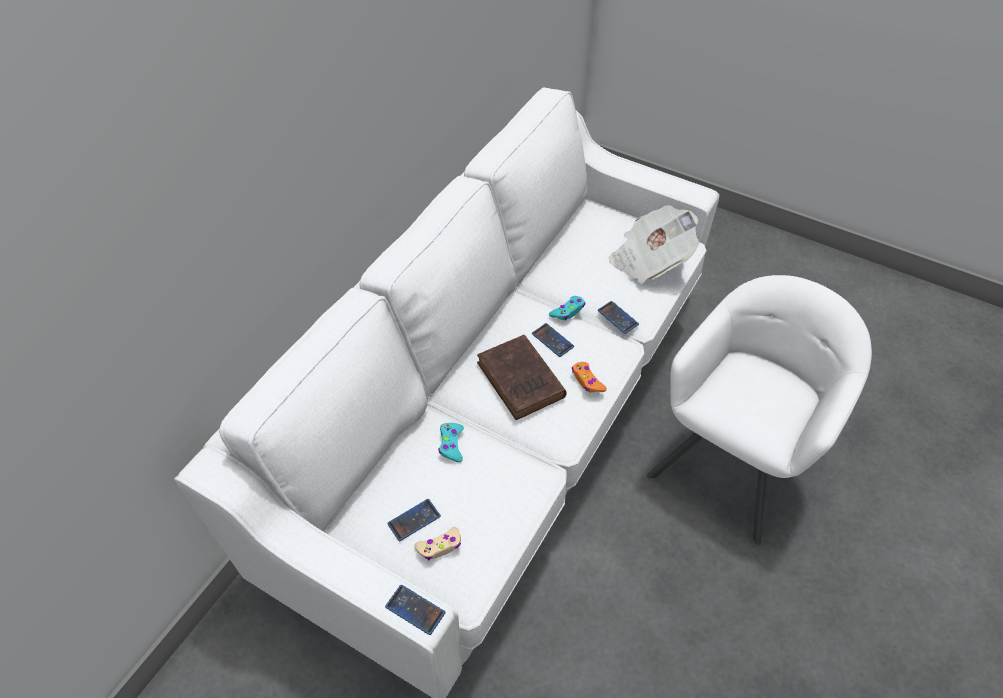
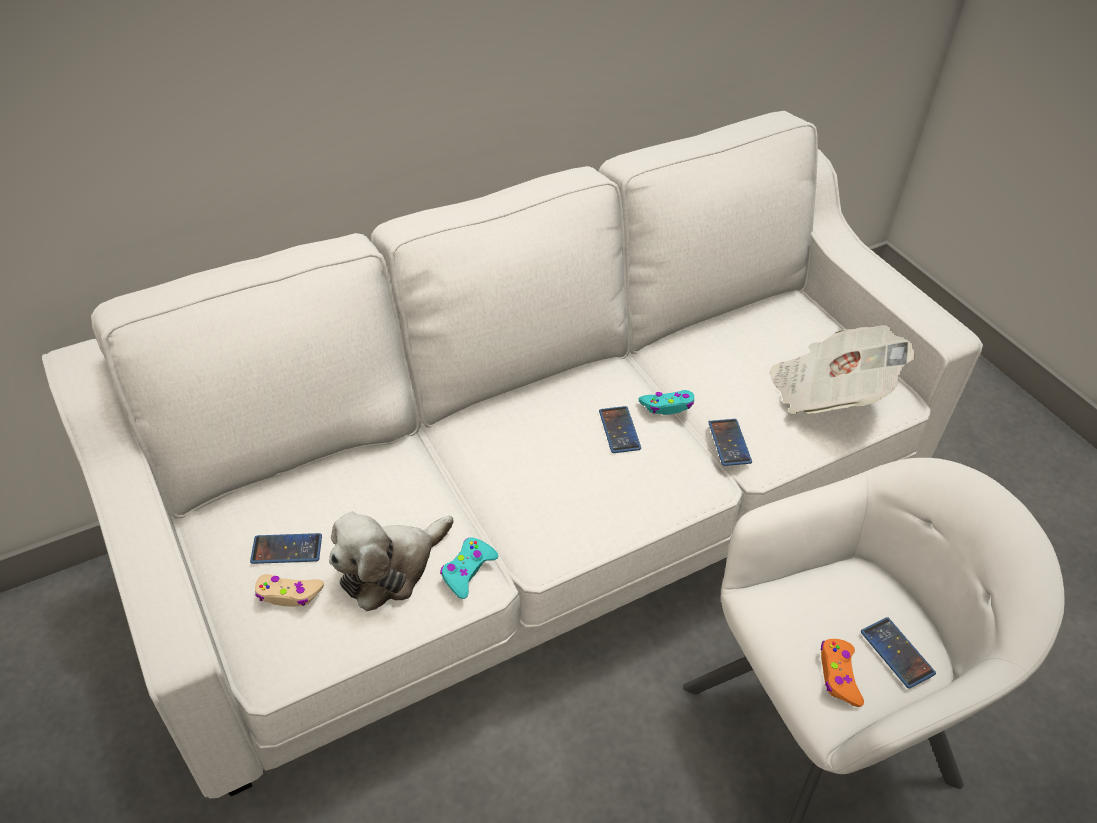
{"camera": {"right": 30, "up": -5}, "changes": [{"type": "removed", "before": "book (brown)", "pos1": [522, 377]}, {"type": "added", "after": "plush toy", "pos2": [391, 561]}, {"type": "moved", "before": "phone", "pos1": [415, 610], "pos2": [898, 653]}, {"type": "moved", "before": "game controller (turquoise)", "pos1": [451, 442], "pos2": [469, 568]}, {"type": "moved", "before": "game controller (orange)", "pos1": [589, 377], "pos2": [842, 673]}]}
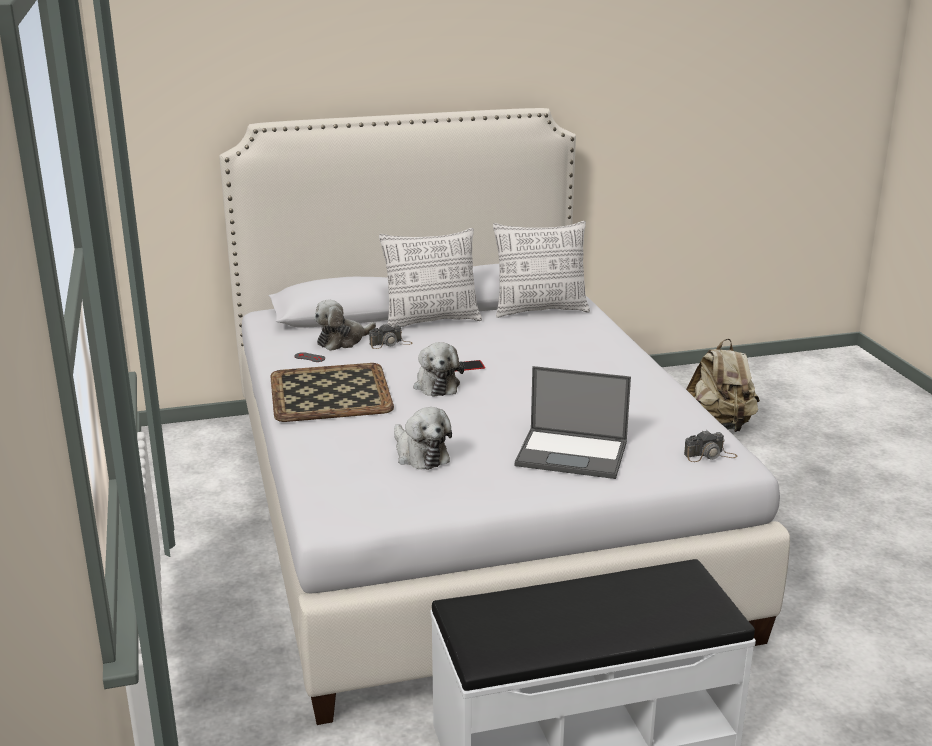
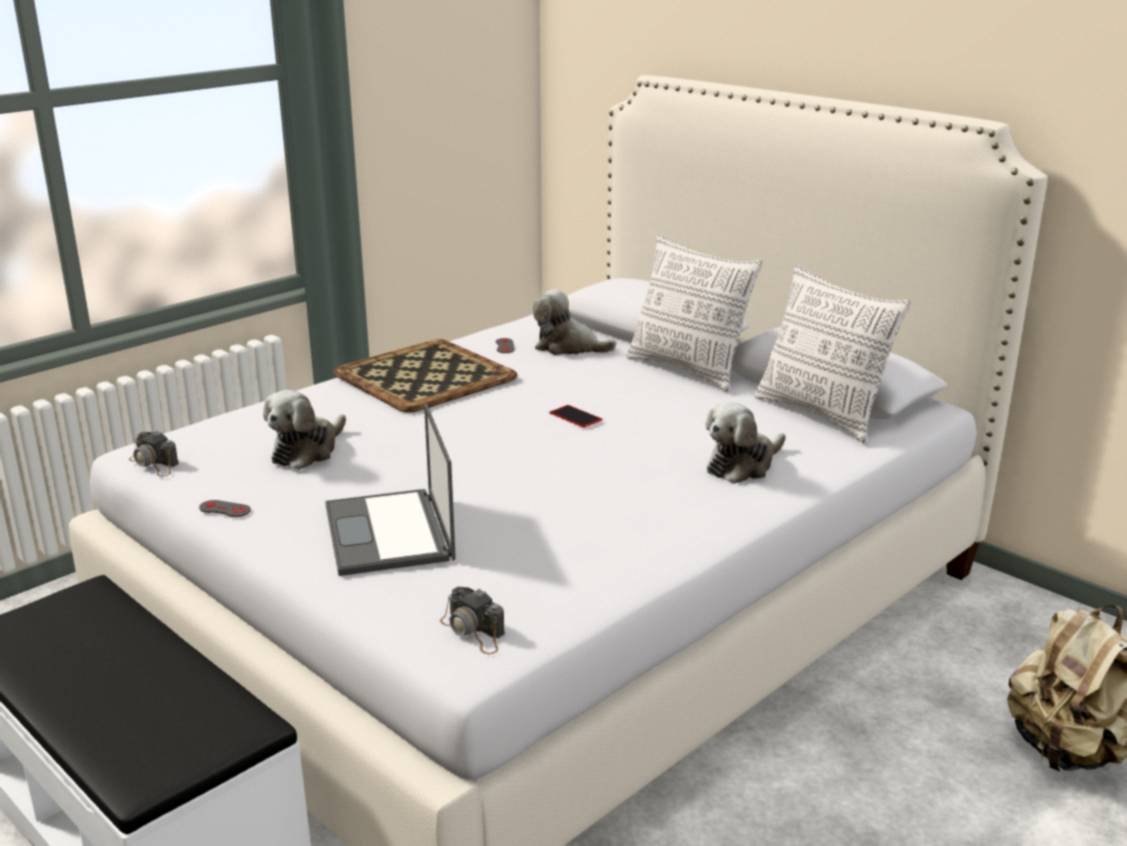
{"camera": {"right": 60, "up": 0}, "changes": [{"type": "added", "after": "game controller (grey)", "pos2": [225, 508]}, {"type": "moved", "before": "photo camera", "pos1": [390, 336], "pos2": [154, 453]}, {"type": "moved", "before": "plush toy", "pos1": [438, 369], "pos2": [746, 443]}]}
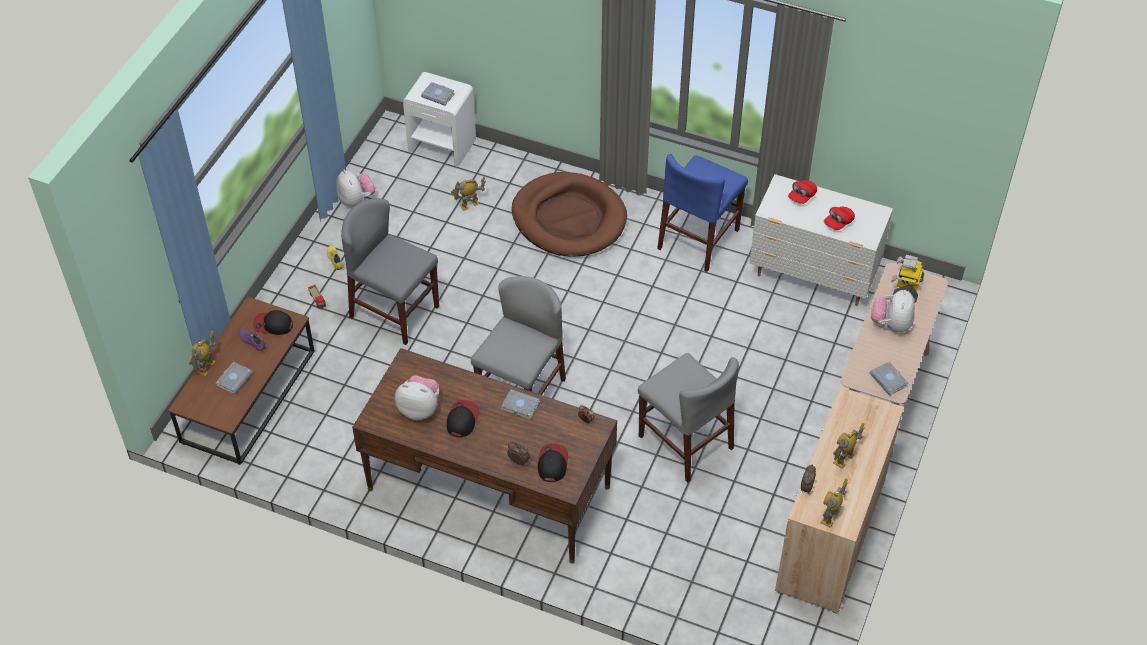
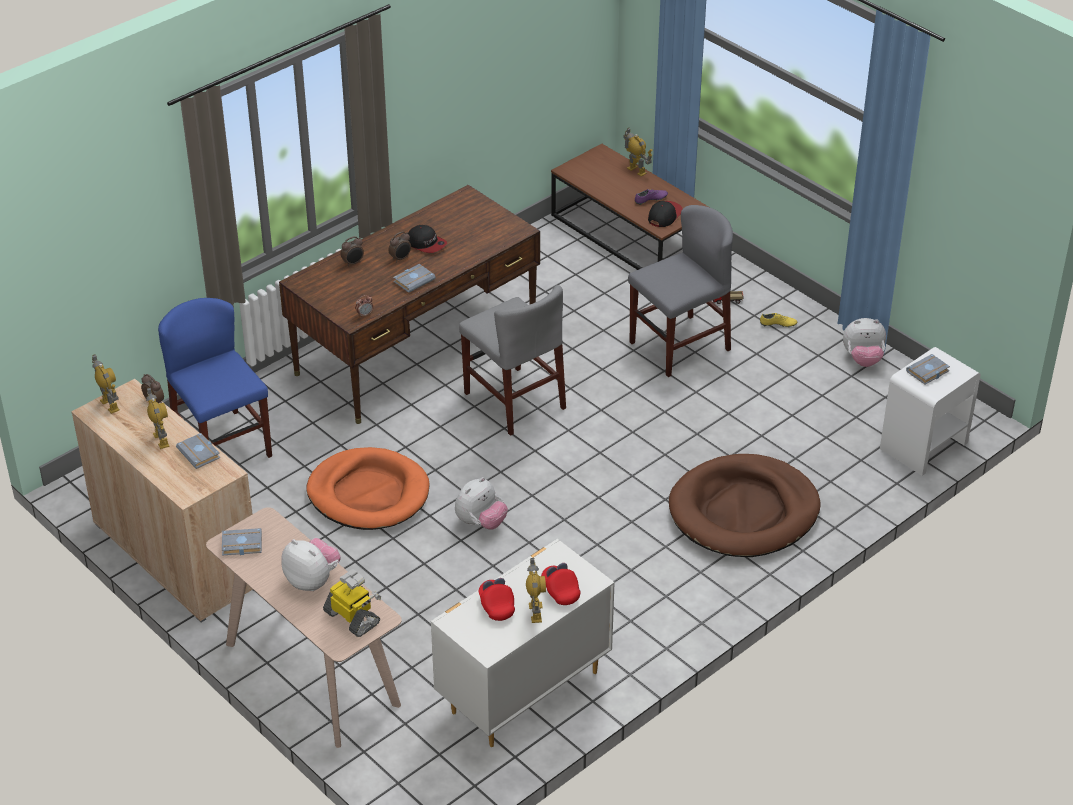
{"camera": {"right": 115, "up": -10}, "changes": [{"type": "removed", "before": "cap", "pos1": [553, 462]}, {"type": "added", "after": "alarm clock", "pos2": [399, 247]}, {"type": "moved", "before": "book (grey)", "pos1": [234, 378], "pos2": [198, 451]}, {"type": "moved", "before": "plush toy", "pos1": [417, 397], "pos2": [481, 503]}, {"type": "moved", "before": "toy robot", "pos1": [468, 194], "pos2": [536, 590]}, {"type": "moved", "before": "chair (blue)", "pos1": [702, 213], "pos2": [215, 378]}, {"type": "replaced", "before": "chair (grey)", "after": "dog bed (orange)", "pos1": [688, 417], "pos2": [367, 488]}]}
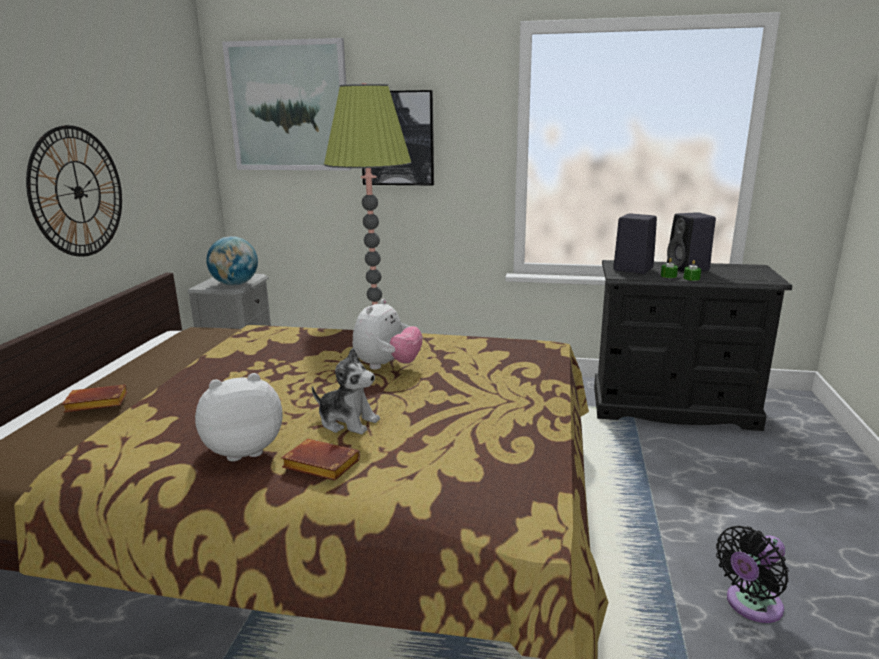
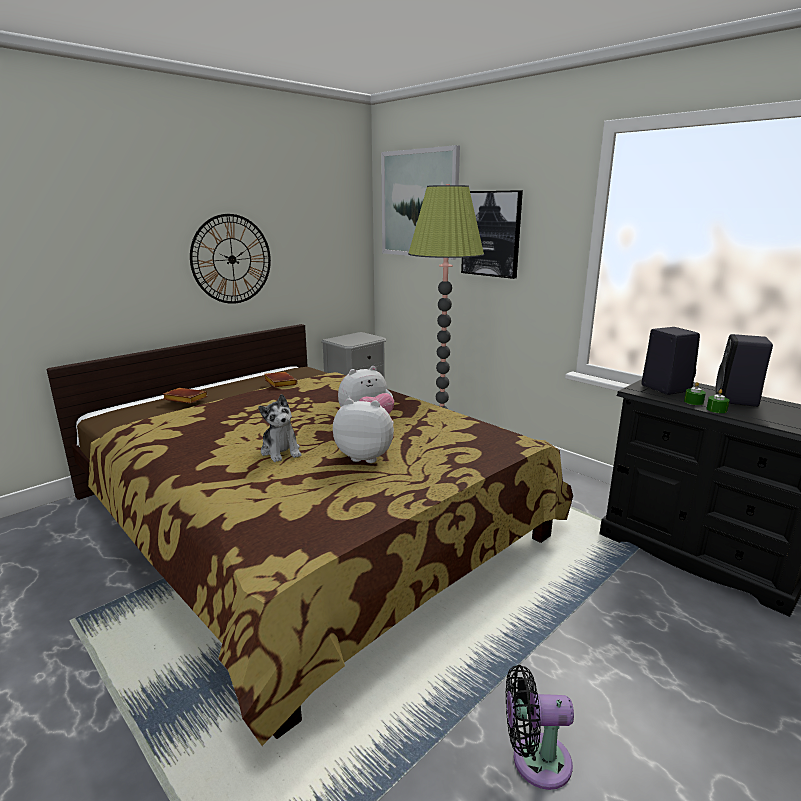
{"camera": {"right": 35, "up": 0}, "changes": [{"type": "removed", "before": "globe", "pos1": [232, 261]}, {"type": "moved", "before": "plush toy", "pos1": [239, 417], "pos2": [363, 431]}, {"type": "moved", "before": "book (brown)", "pos1": [320, 460], "pos2": [281, 379]}]}
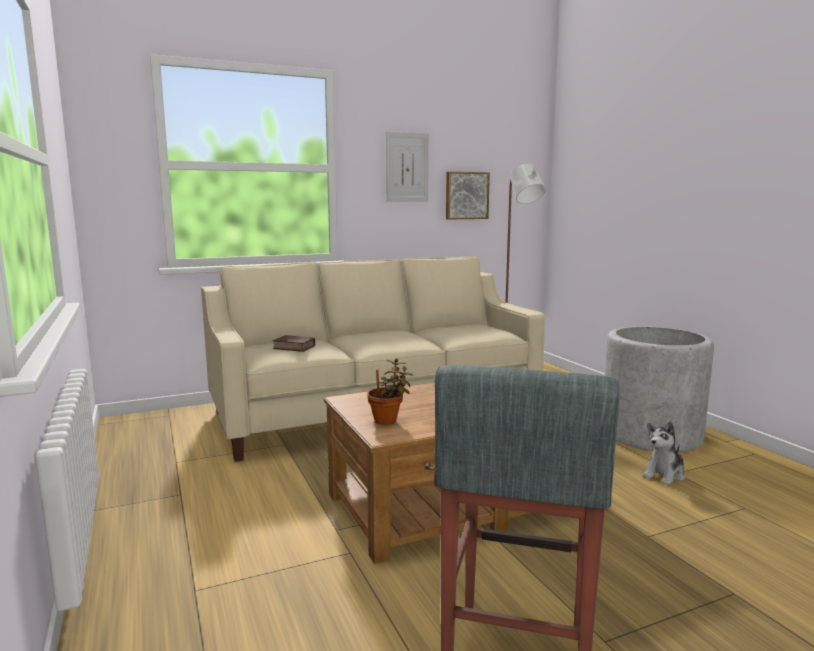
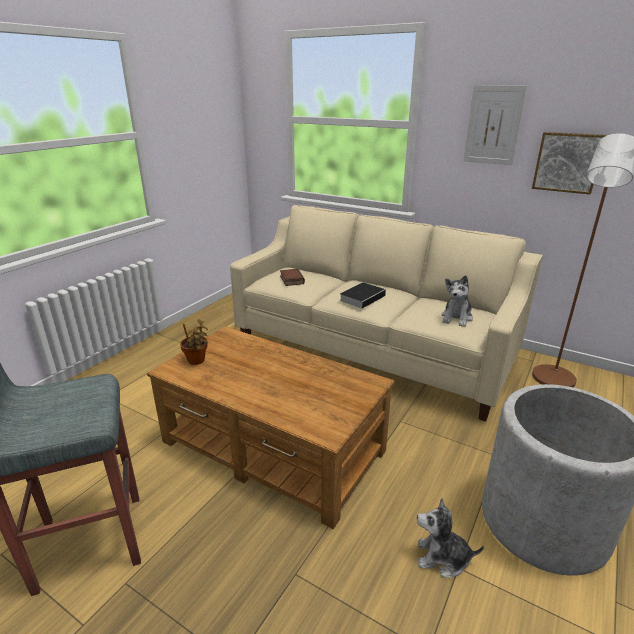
{"camera": {"right": 55, "up": 15}, "changes": [{"type": "added", "after": "book", "pos2": [363, 295]}, {"type": "added", "after": "plush toy", "pos2": [457, 301]}]}
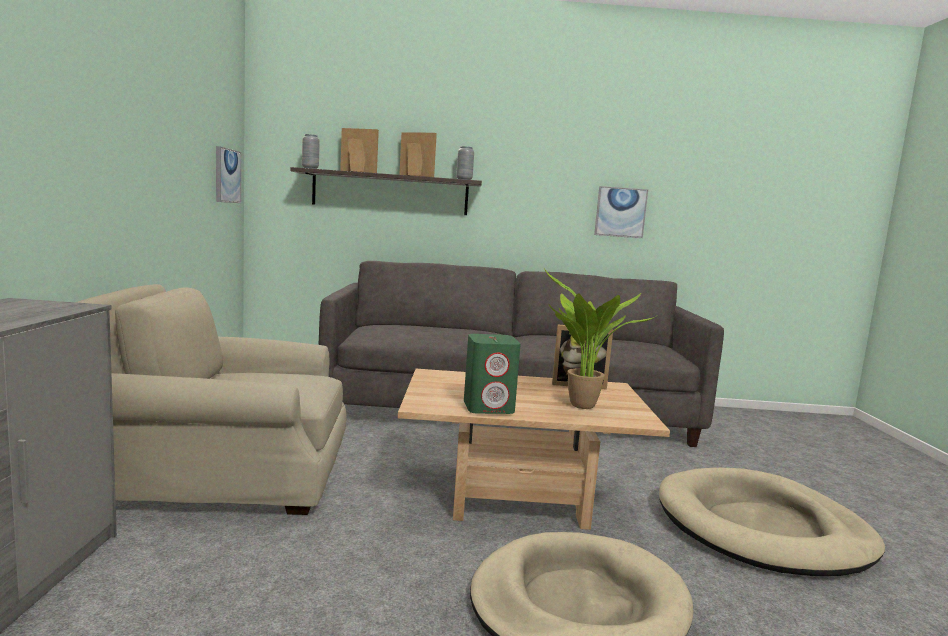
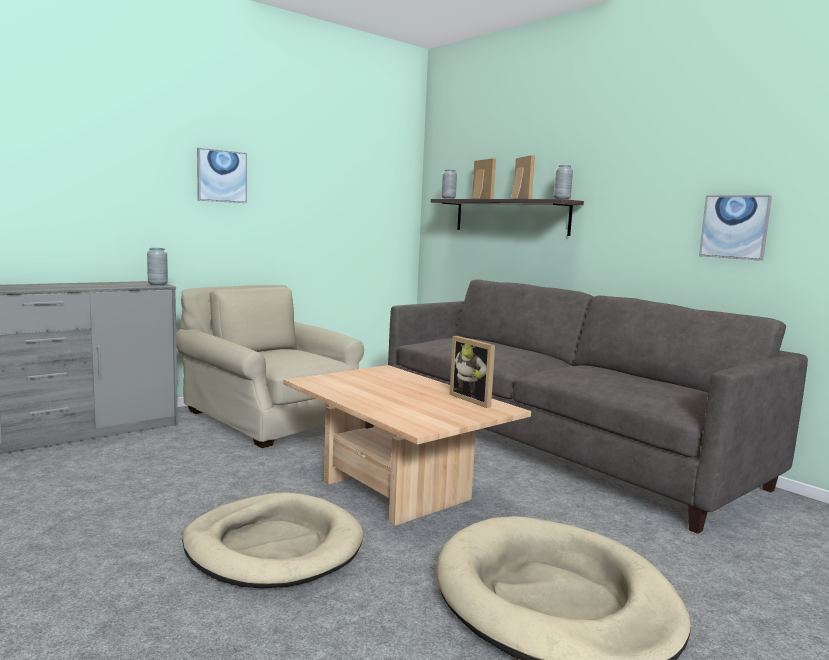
{"camera": {"right": 50, "up": 0}, "changes": [{"type": "removed", "before": "speaker (green)", "pos1": [492, 374]}, {"type": "removed", "before": "potted plant", "pos1": [599, 338]}, {"type": "added", "after": "vase (grey)", "pos2": [157, 267]}, {"type": "moved", "before": "picture", "pos1": [228, 174], "pos2": [222, 175]}]}
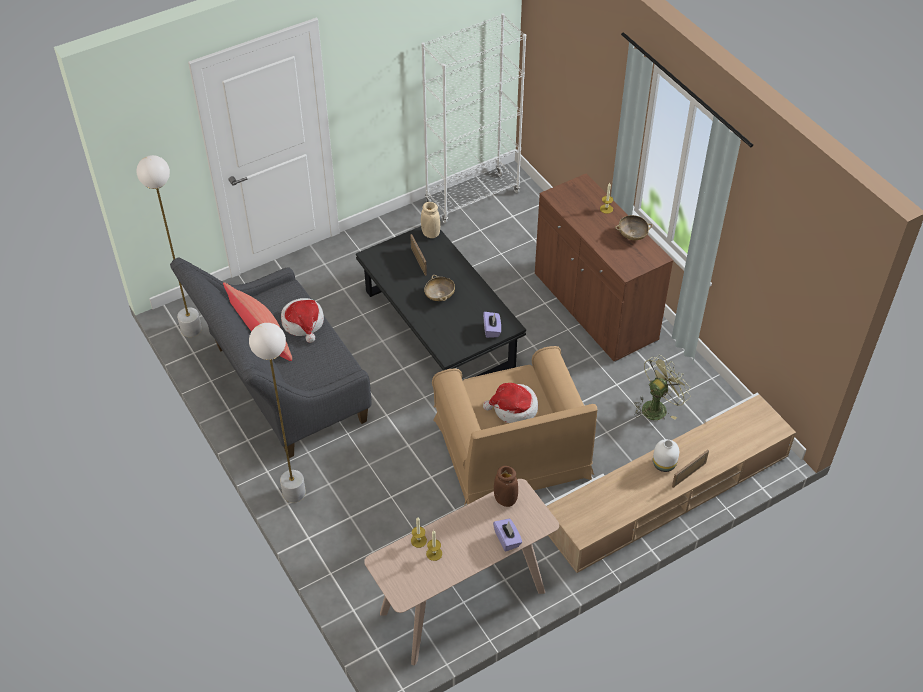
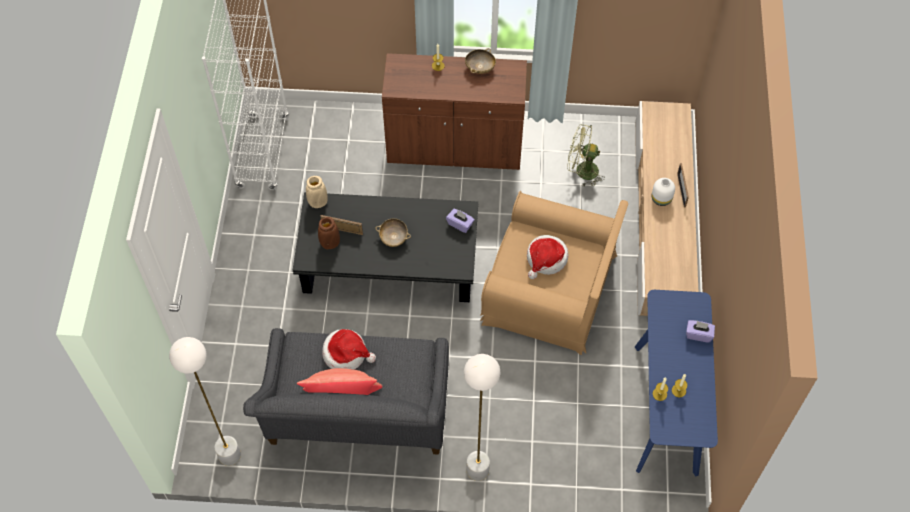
{"camera": {"right": -55, "up": 10}, "changes": [{"type": "moved", "before": "vase (brown)", "pos1": [506, 486], "pos2": [329, 233]}, {"type": "recoloured", "before": "console table (beige)", "after": "console table (blue)", "pos1": [461, 572], "pos2": [676, 383]}, {"type": "turned", "before": "fan (green)", "pos1": [662, 387], "pos2": [586, 155], "turn": -75}]}
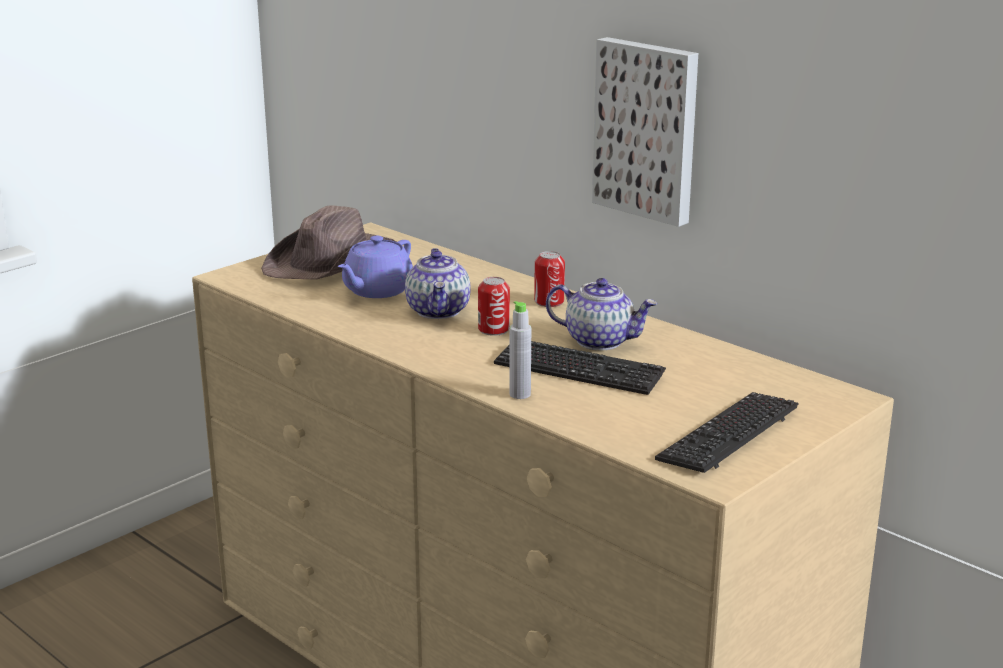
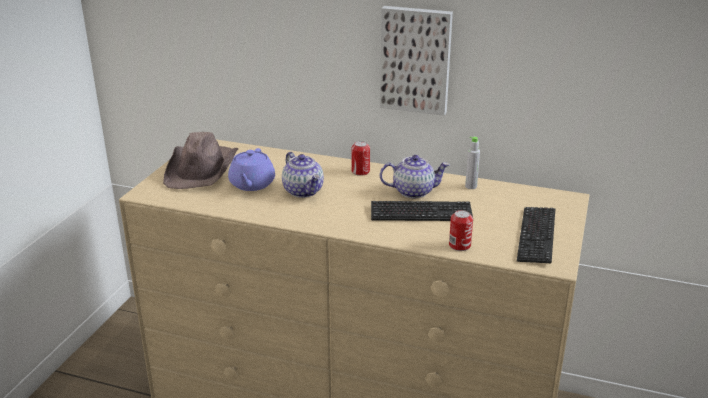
{"camera": {"right": -25, "up": 5}, "changes": [{"type": "moved", "before": "can", "pos1": [494, 306], "pos2": [461, 230]}, {"type": "moved", "before": "bottle (grey)", "pos1": [520, 350], "pos2": [472, 162]}]}
